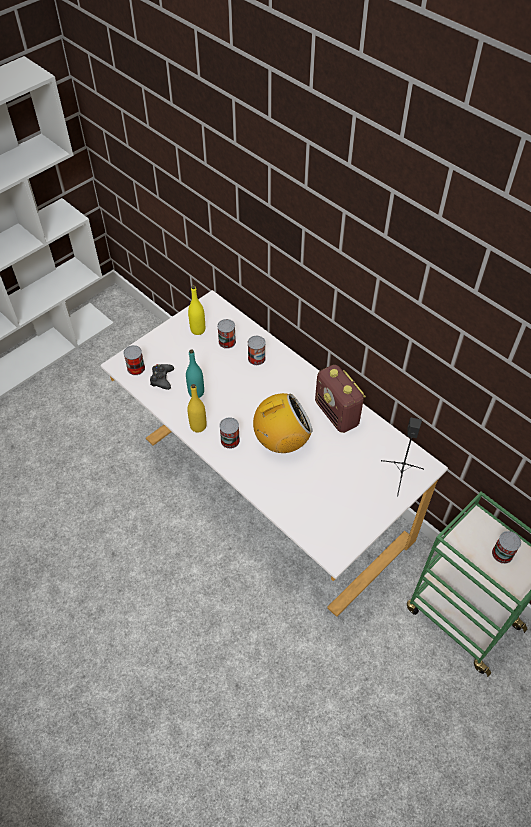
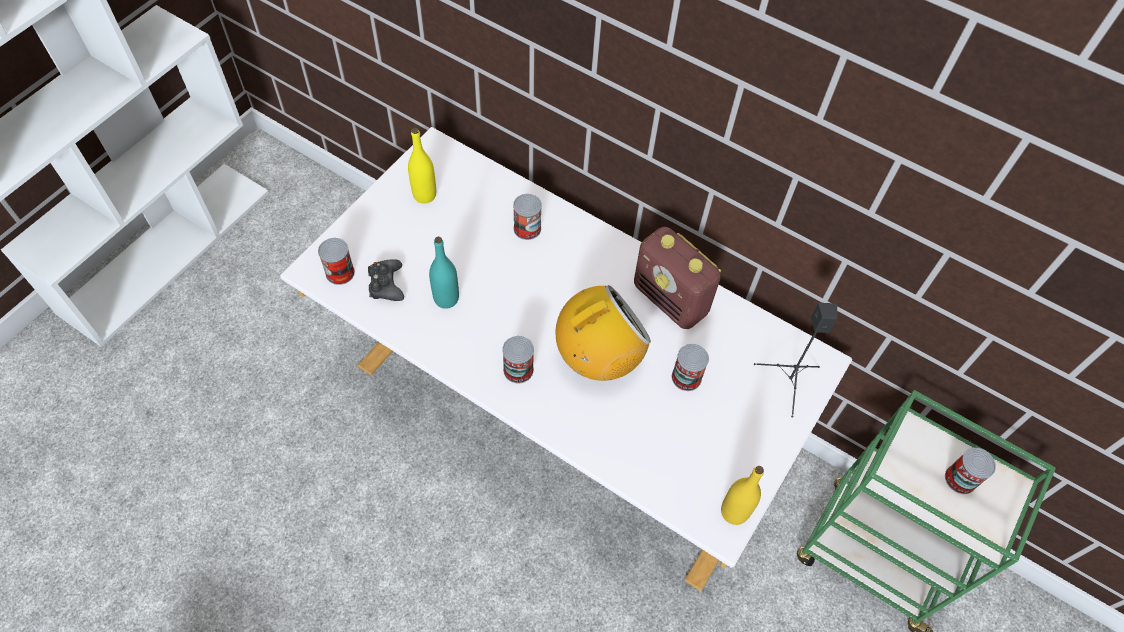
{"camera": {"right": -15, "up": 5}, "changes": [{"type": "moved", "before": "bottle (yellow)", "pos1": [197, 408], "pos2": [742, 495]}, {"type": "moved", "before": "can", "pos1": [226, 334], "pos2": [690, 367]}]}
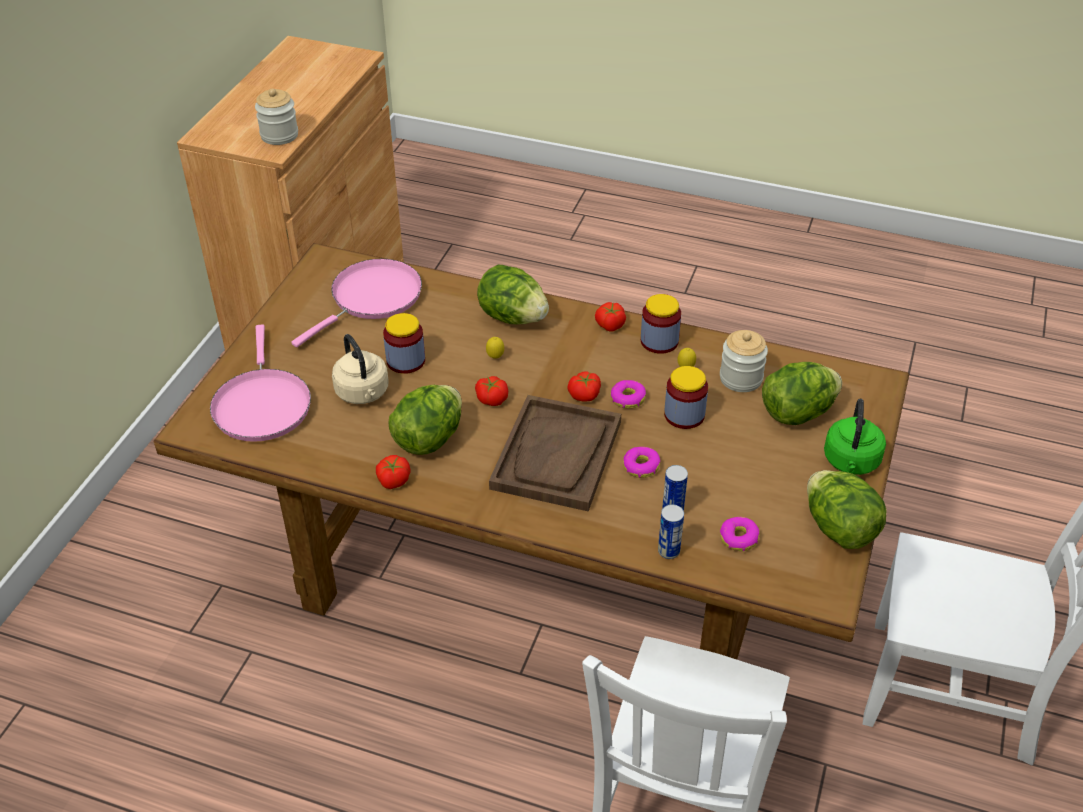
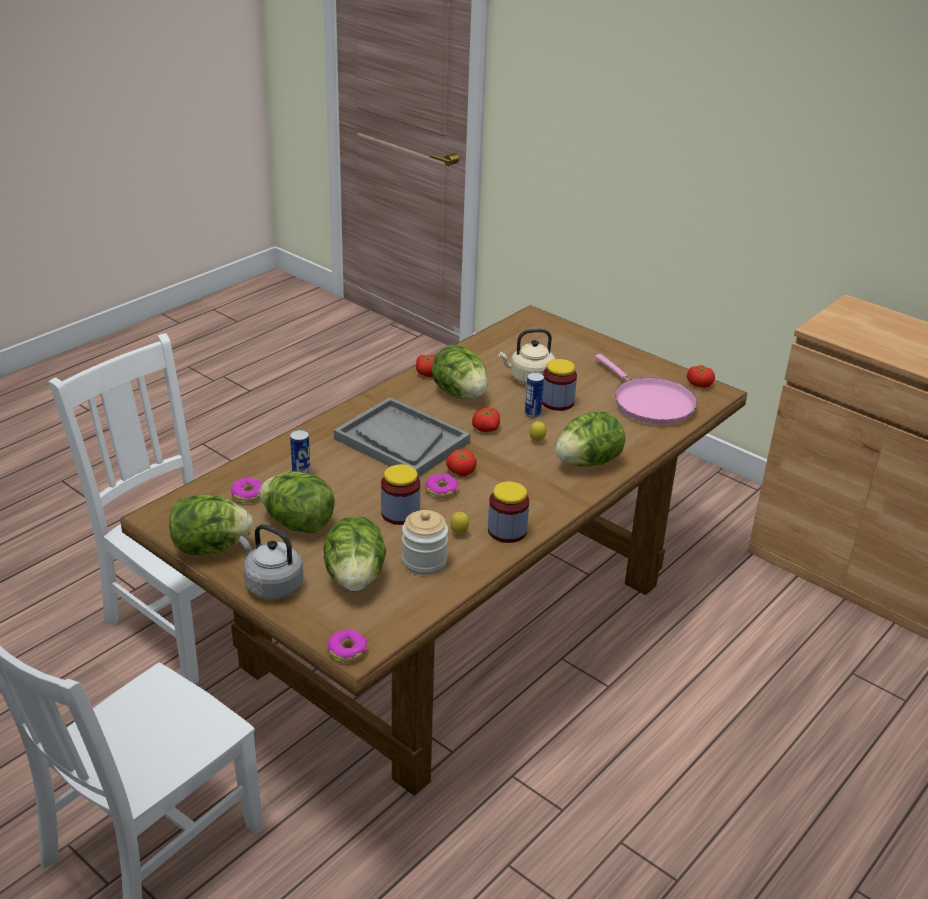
{"camera": {"right": 110, "up": -10}, "changes": [{"type": "removed", "before": "frying pan (pink)", "pos1": [260, 383]}, {"type": "removed", "before": "jar", "pos1": [276, 116]}, {"type": "added", "after": "lettuce", "pos2": [297, 502]}, {"type": "moved", "before": "tomato", "pos1": [610, 316], "pos2": [701, 376]}, {"type": "moved", "before": "donut", "pos1": [641, 462], "pos2": [348, 646]}, {"type": "moved", "before": "can", "pos1": [671, 531], "pos2": [534, 395]}, {"type": "recoloured", "before": "tray (brown)", "after": "tray (grey)", "pos1": [555, 453], "pos2": [402, 437]}, {"type": "recoloured", "before": "kettle (green)", "after": "kettle (grey)", "pos1": [855, 437], "pos2": [271, 561]}]}
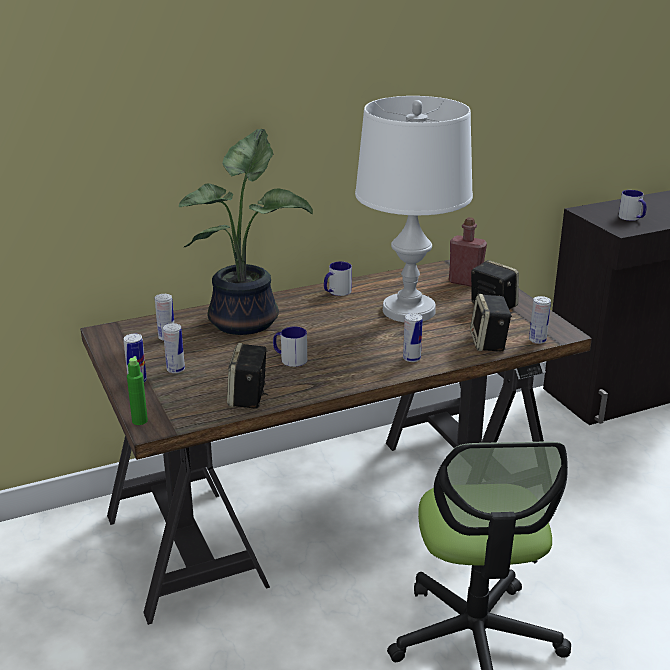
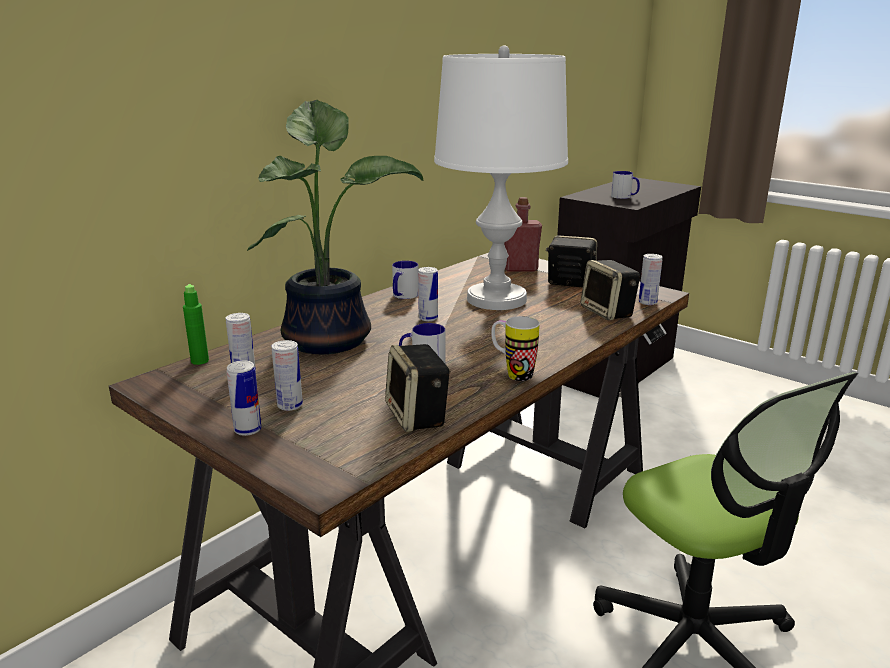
{"camera": {"right": -25, "up": -5}, "changes": [{"type": "added", "after": "mug", "pos2": [515, 348]}, {"type": "moved", "before": "bottle (green)", "pos1": [137, 390], "pos2": [196, 324]}, {"type": "moved", "before": "can", "pos1": [413, 337], "pos2": [428, 294]}]}
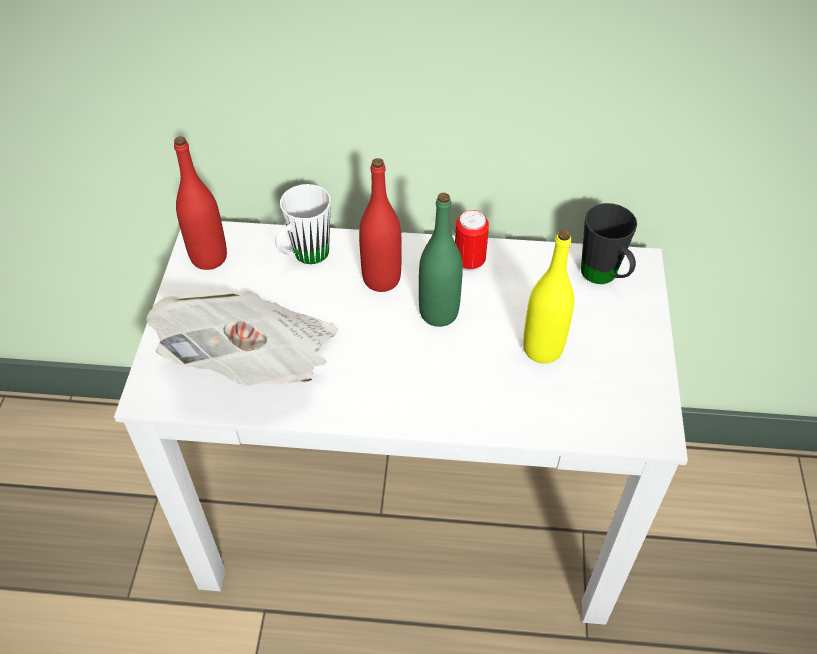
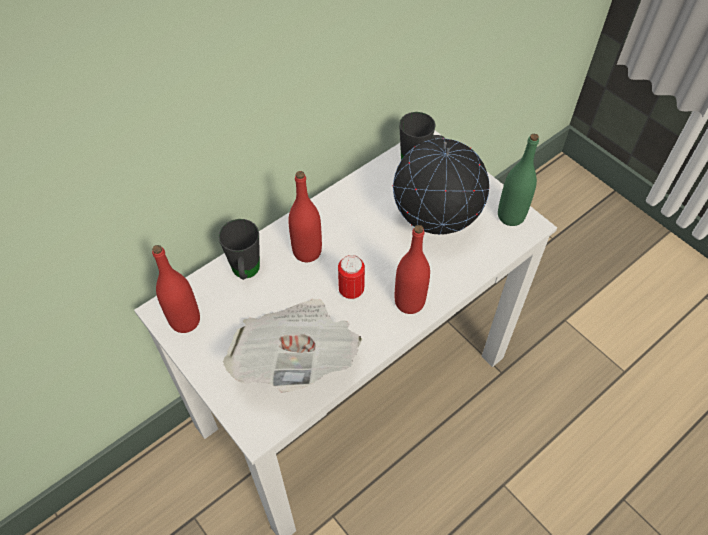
{"camera": {"right": -45, "up": 5}, "changes": [{"type": "added", "after": "bottle (red)", "pos2": [412, 269]}, {"type": "moved", "before": "bottle (green)", "pos1": [441, 260], "pos2": [518, 179]}, {"type": "moved", "before": "can", "pos1": [472, 240], "pos2": [351, 277]}, {"type": "replaced", "before": "bottle (yellow)", "after": "globe", "pos1": [548, 296], "pos2": [440, 186]}, {"type": "recoloured", "before": "mug (white)", "after": "mug (black)", "pos1": [303, 224], "pos2": [239, 249]}]}
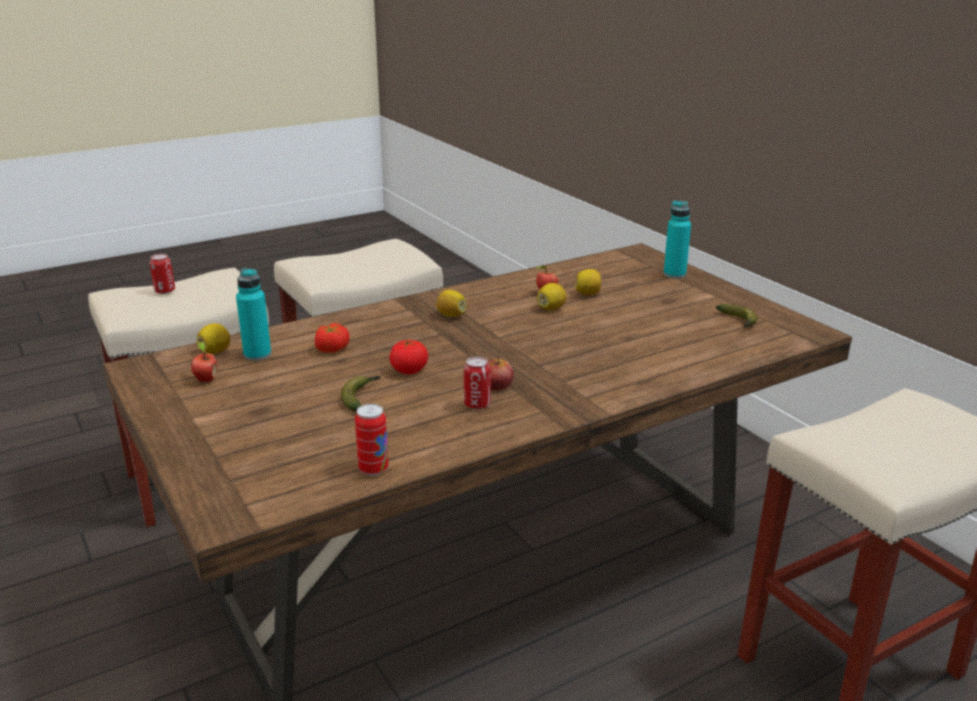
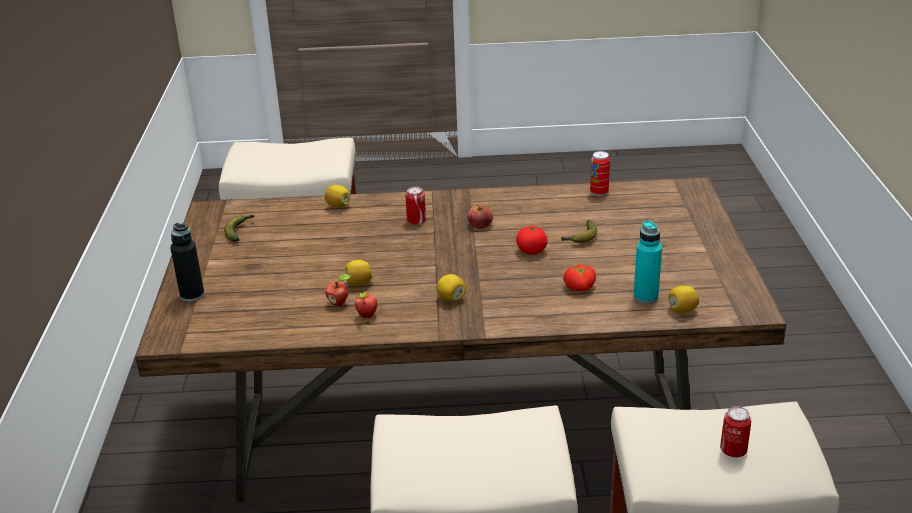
{"camera": {"right": -150, "up": 5}, "changes": [{"type": "moved", "before": "apple", "pos1": [204, 362], "pos2": [366, 304]}, {"type": "moved", "before": "can", "pos1": [477, 383], "pos2": [415, 205]}, {"type": "moved", "before": "lemon", "pos1": [588, 282], "pos2": [337, 196]}, {"type": "recoloured", "before": "bottle (turquoise)", "after": "bottle (black)", "pos1": [677, 240], "pos2": [187, 262]}]}
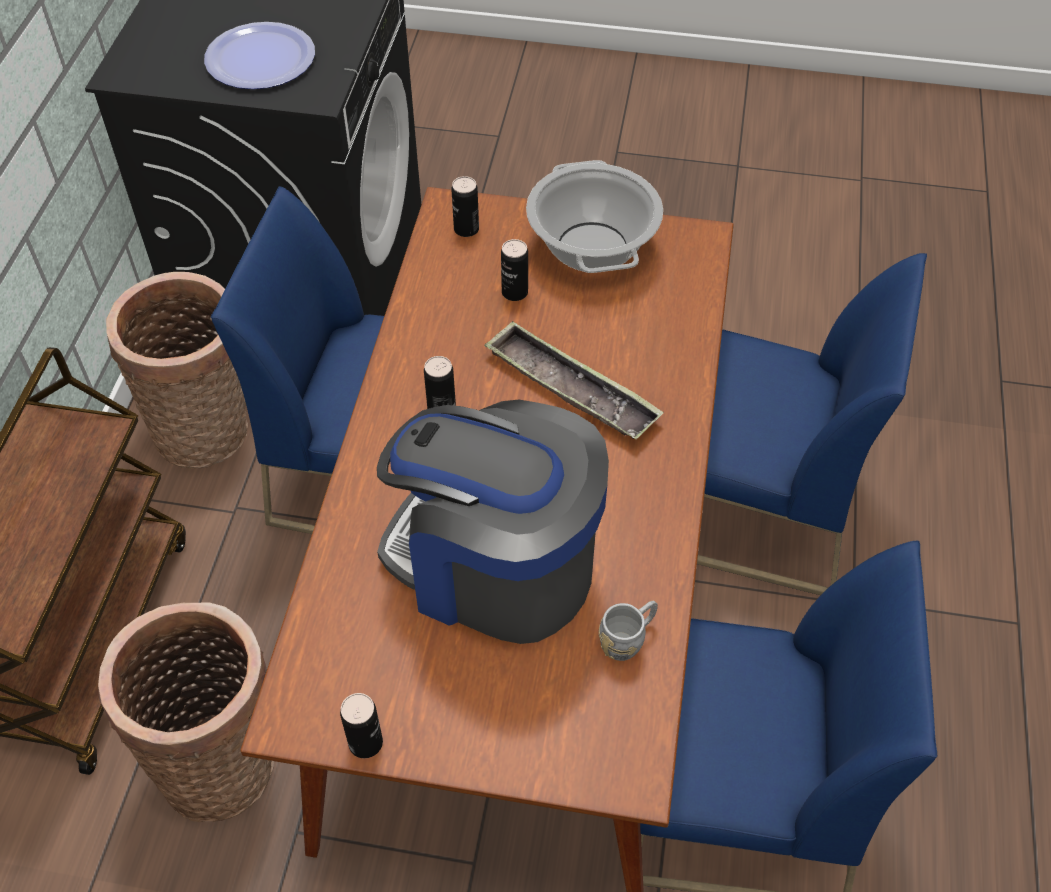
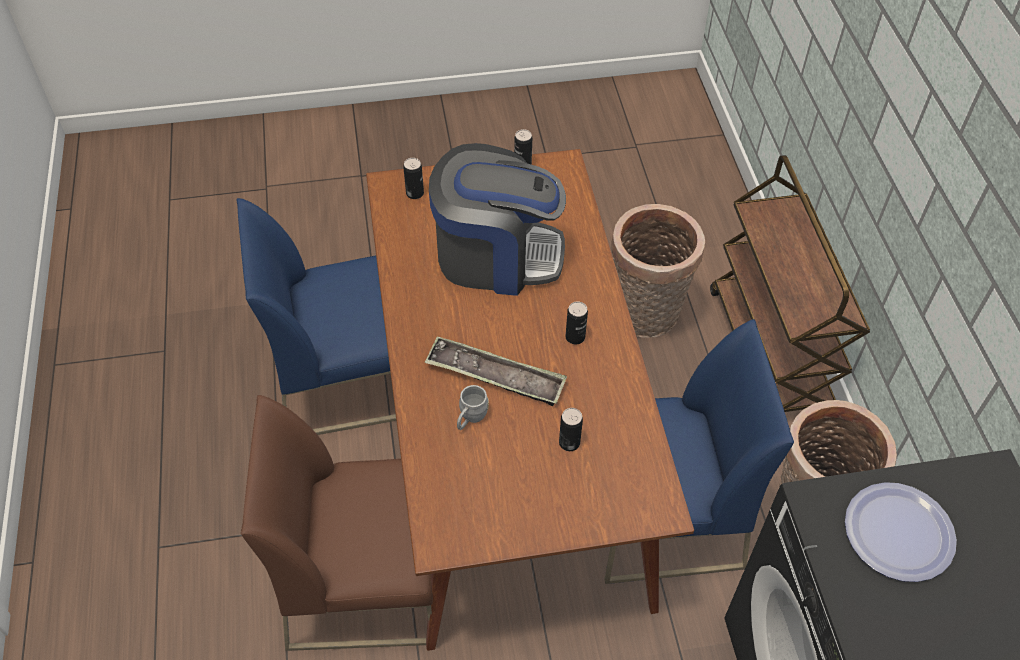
{"camera": {"right": 160, "up": 0}, "changes": [{"type": "removed", "before": "cooking pot", "pos1": [594, 216]}, {"type": "moved", "before": "can", "pos1": [465, 206], "pos2": [413, 178]}, {"type": "moved", "before": "mug (grey)", "pos1": [628, 631], "pos2": [473, 407]}, {"type": "recoloured", "before": "chair (blue)", "after": "chair (brown)", "pos1": [812, 424], "pos2": [337, 523]}]}
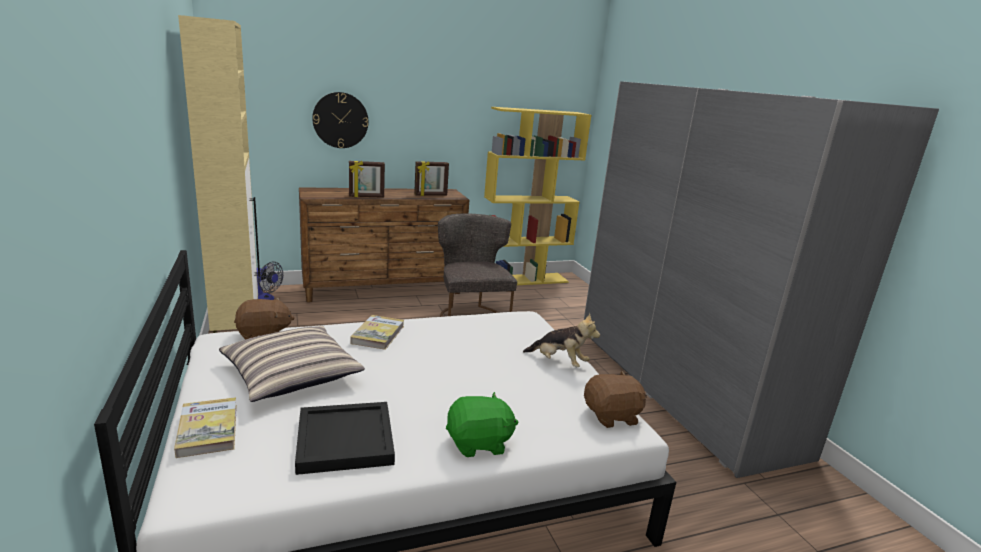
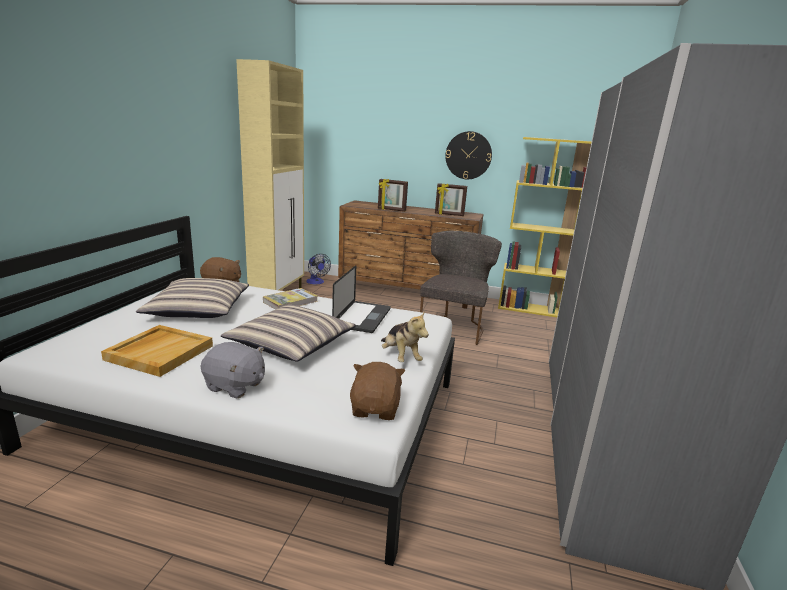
{"camera": {"right": 35, "up": 0}, "changes": [{"type": "removed", "before": "book", "pos1": [205, 427]}, {"type": "added", "after": "pillow", "pos2": [288, 333]}, {"type": "added", "after": "laptop", "pos2": [361, 299]}, {"type": "moved", "before": "wall clock", "pos1": [340, 120], "pos2": [468, 155]}, {"type": "recoloured", "before": "tray (black)", "after": "tray (beige)", "pos1": [345, 438], "pos2": [157, 351]}, {"type": "recoloured", "before": "plush toy (green)", "after": "plush toy (grey)", "pos1": [482, 424], "pos2": [233, 370]}, {"type": "turned", "before": "plush toy (brown)", "pos1": [615, 399], "pos2": [377, 391], "turn": -105}]}
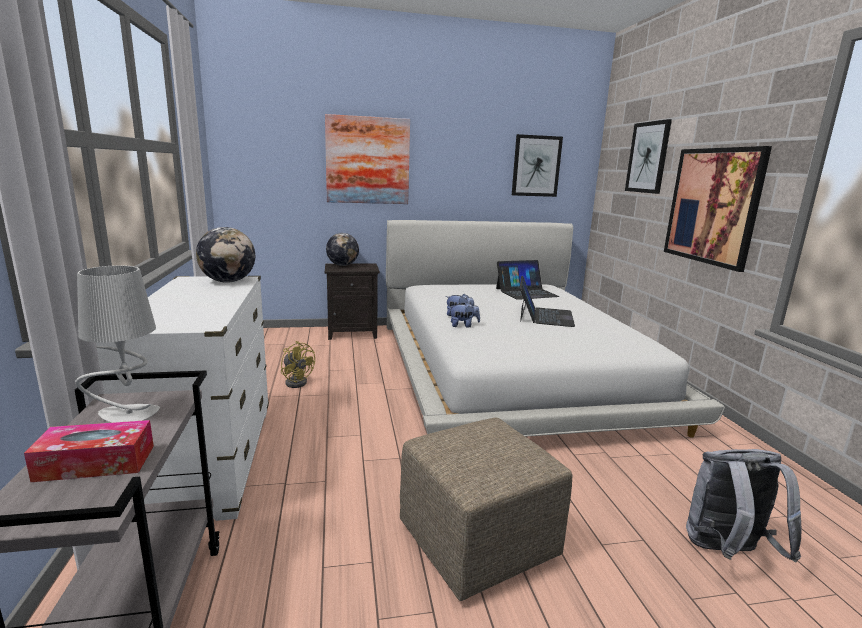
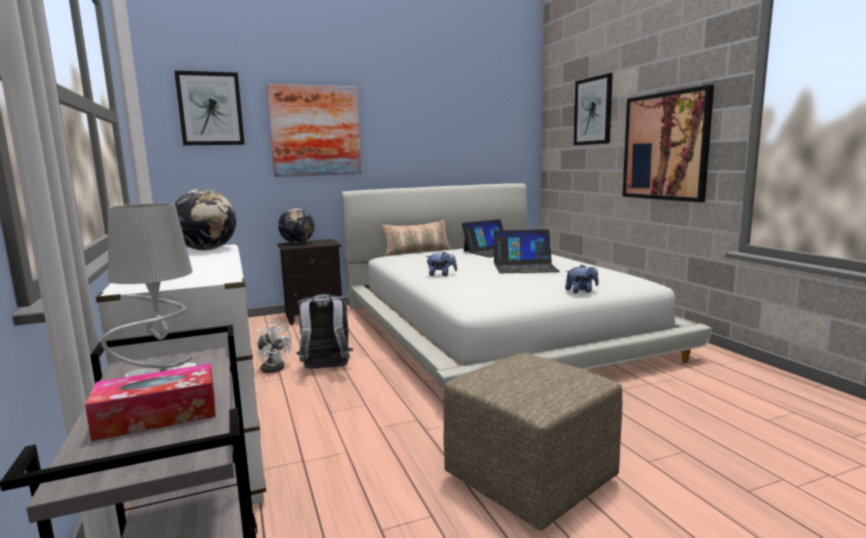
{"camera": {"right": -10, "up": -5}, "changes": [{"type": "added", "after": "pillow", "pos2": [416, 238]}, {"type": "moved", "before": "plush toy", "pos1": [464, 315], "pos2": [581, 279]}, {"type": "moved", "before": "picture", "pos1": [537, 165], "pos2": [209, 108]}, {"type": "moved", "before": "backpack (grey)", "pos1": [744, 506], "pos2": [324, 331]}, {"type": "recoloured", "before": "fan (yellow)", "after": "fan (white)", "pos1": [298, 364], "pos2": [274, 346]}, {"type": "turned", "before": "laptop", "pos1": [547, 301], "pos2": [526, 251], "turn": 90}]}
